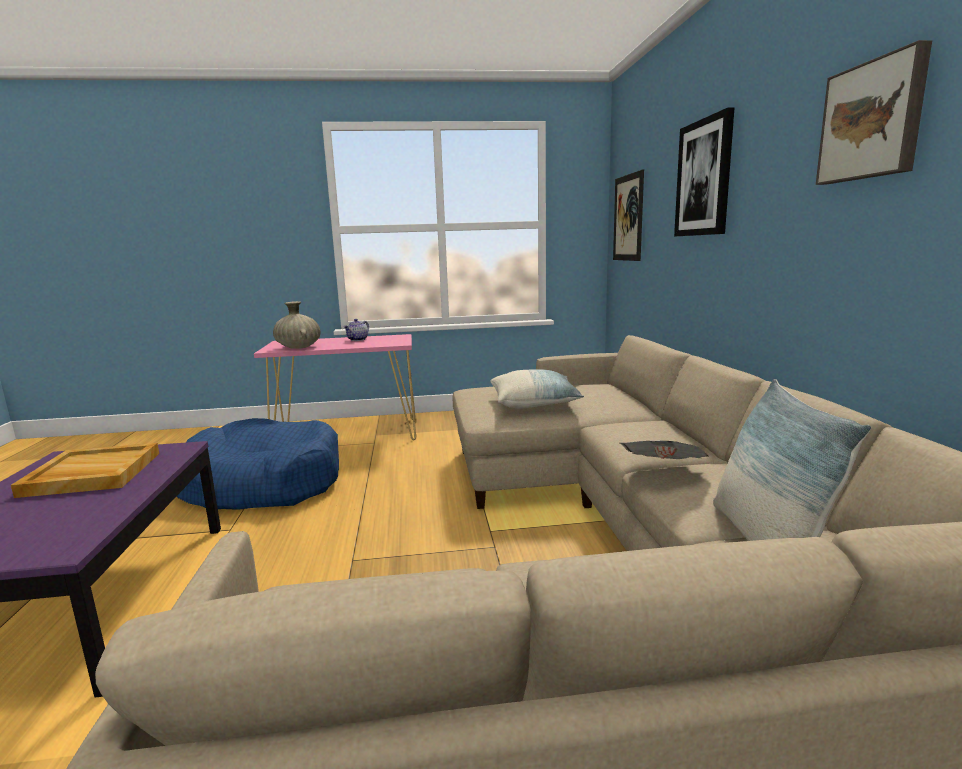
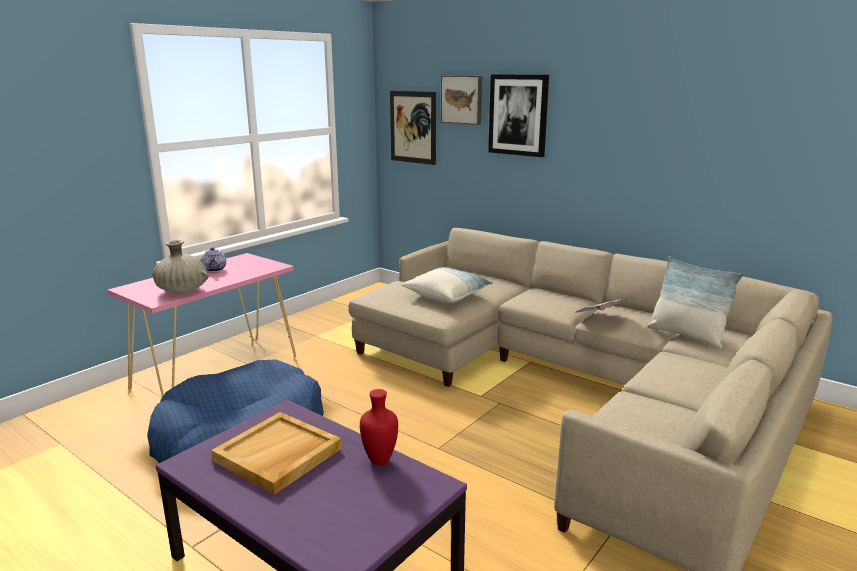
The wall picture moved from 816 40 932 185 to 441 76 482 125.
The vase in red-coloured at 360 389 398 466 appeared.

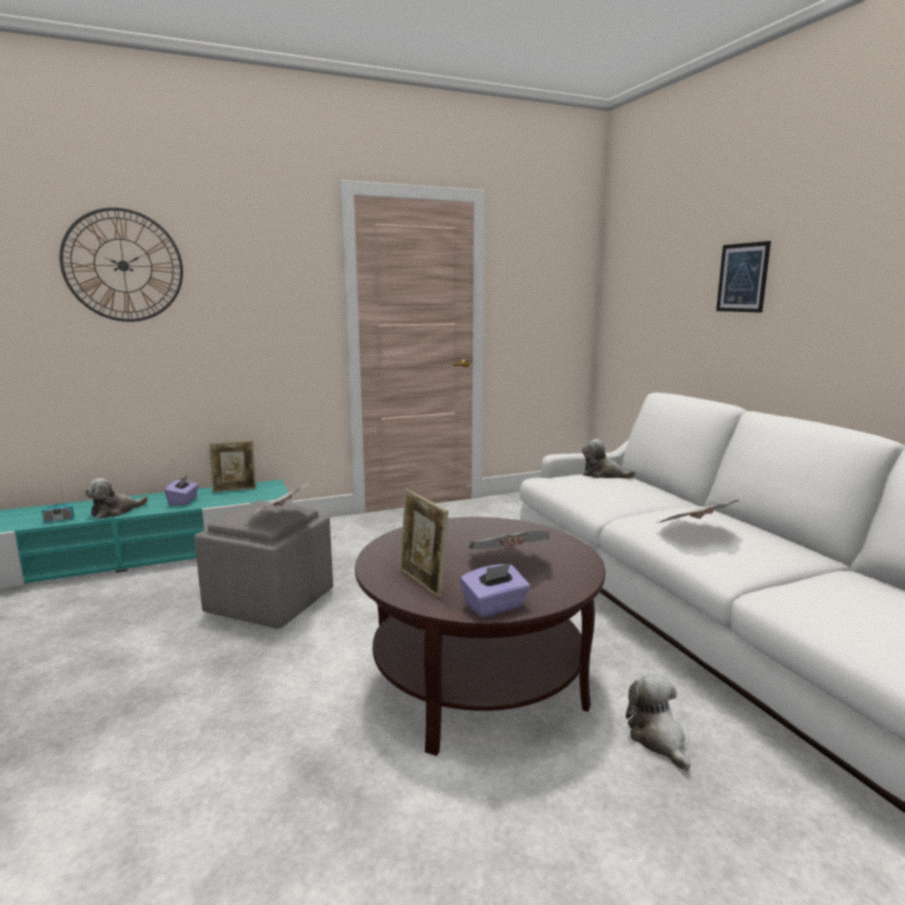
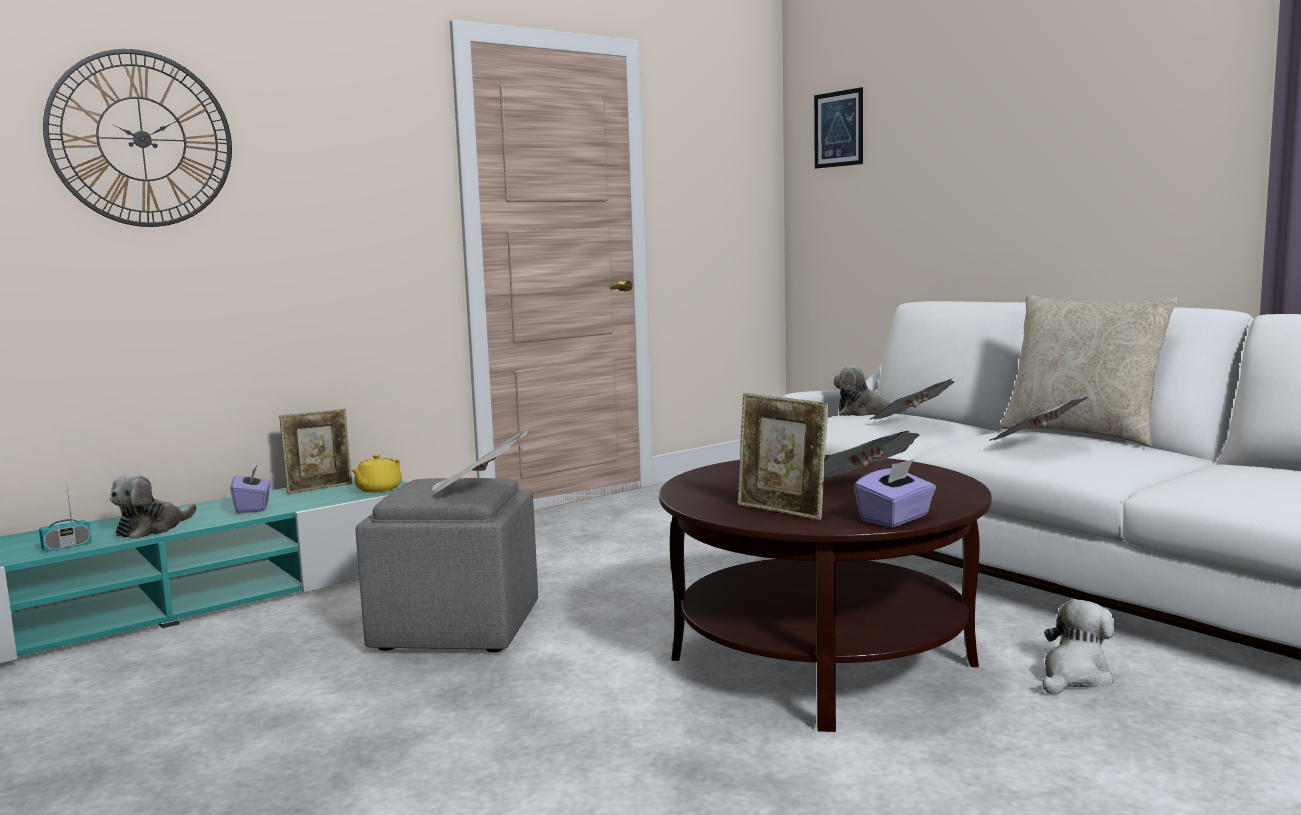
The soft toy at 626 675 690 771 turned 75 degrees clockwise.
The wall picture moved from 716 241 771 313 to 814 87 863 169.
The pot for tea in yellow at 351 454 402 493 appeared.
The newspaper at 870 379 955 420 appeared.
The cushion in sand-coloured at 1000 295 1178 446 appeared.

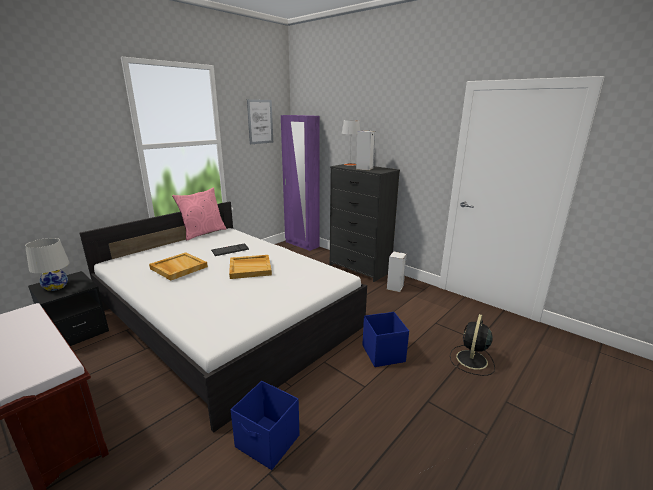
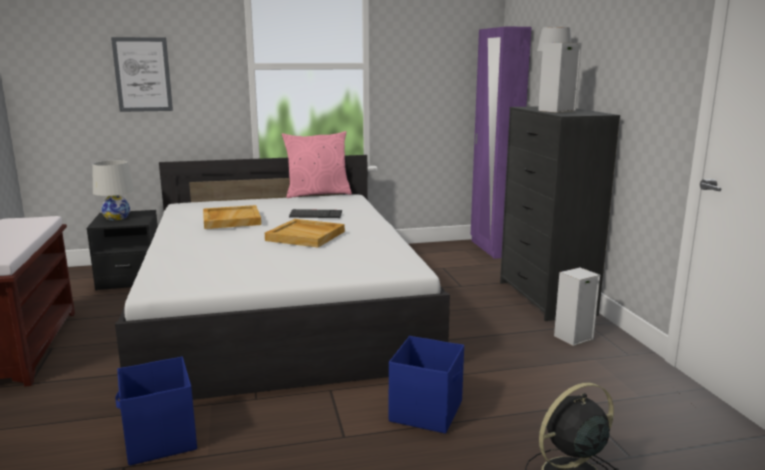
The wall picture moved from 247 99 273 144 to 111 37 173 112.

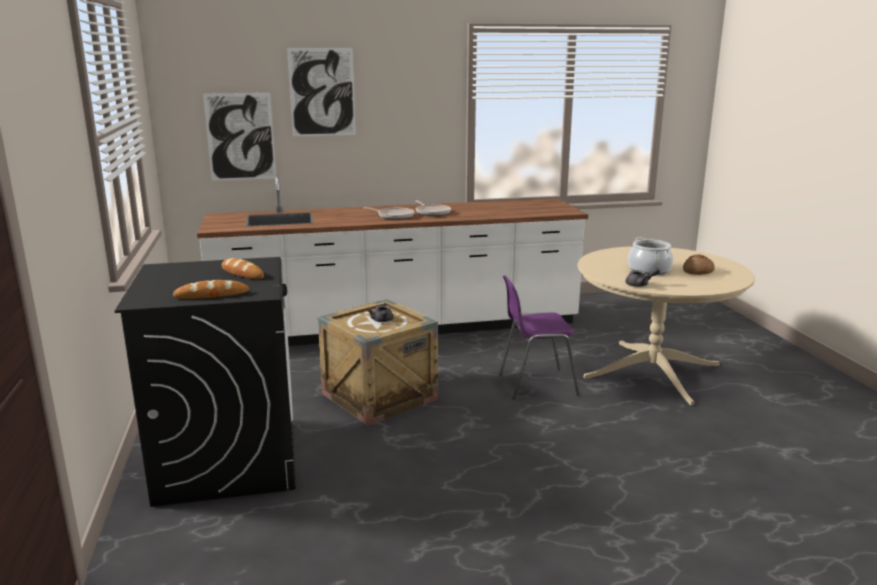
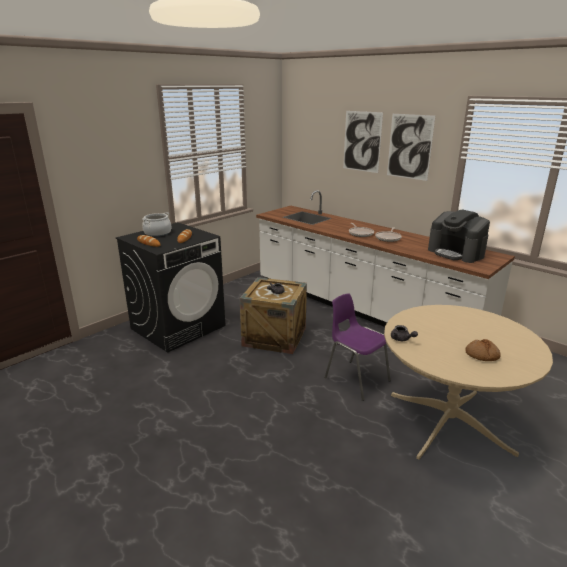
The wall picture moved from 203 93 276 181 to 387 114 435 181.
The stockpot moved from 628 237 673 275 to 142 212 171 237.
The coffee brewer at 428 210 490 263 appeared.

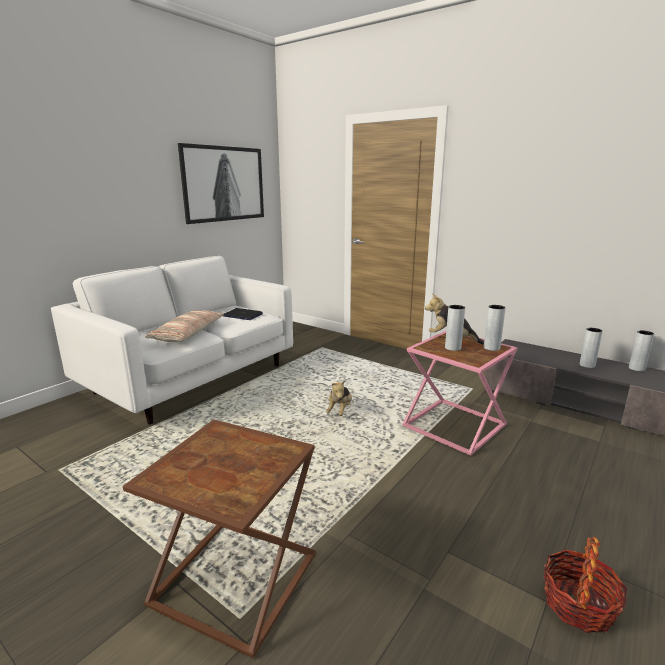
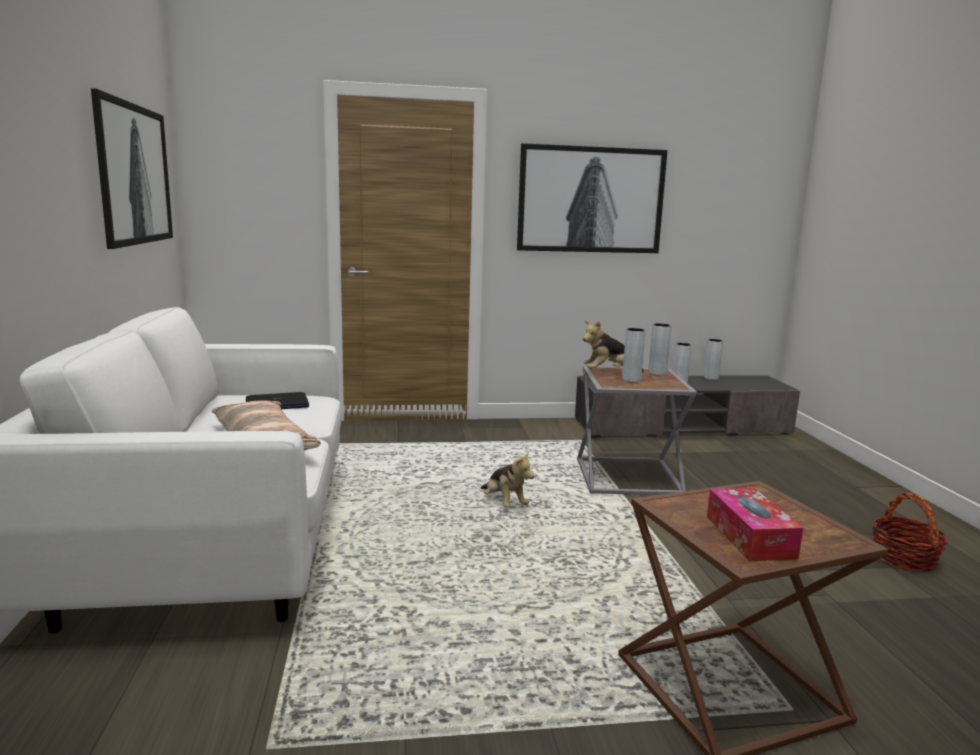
The end table in pinkish at 402 331 518 456 became the end table in greyish at 577 366 697 495.
The wall picture at 517 143 668 253 appeared.
The box of tissues at 707 488 803 561 appeared.

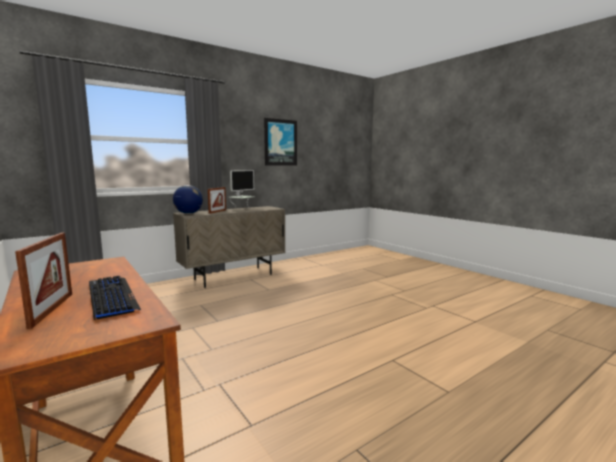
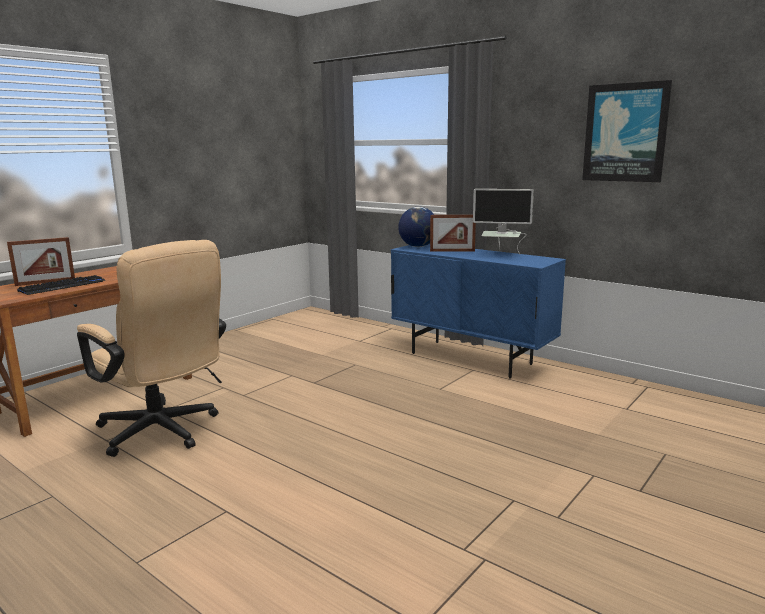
The cupboard in sand-coloured at 173 206 285 288 became the cupboard in blue-coloured at 391 244 566 379.
The computer chair in sand-coloured at 77 240 226 457 appeared.

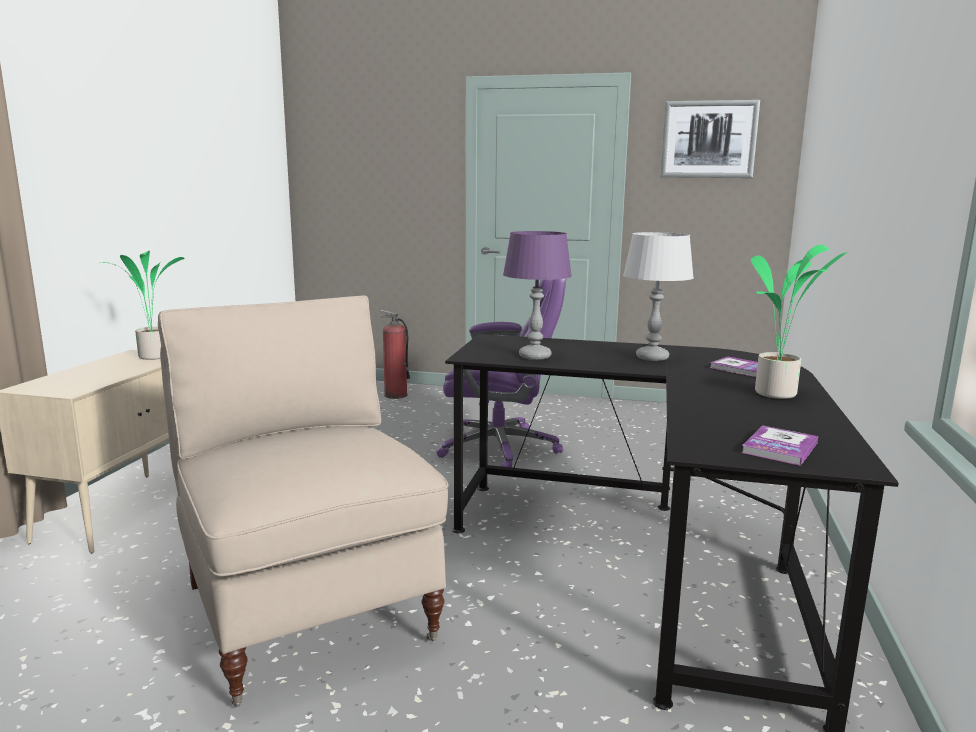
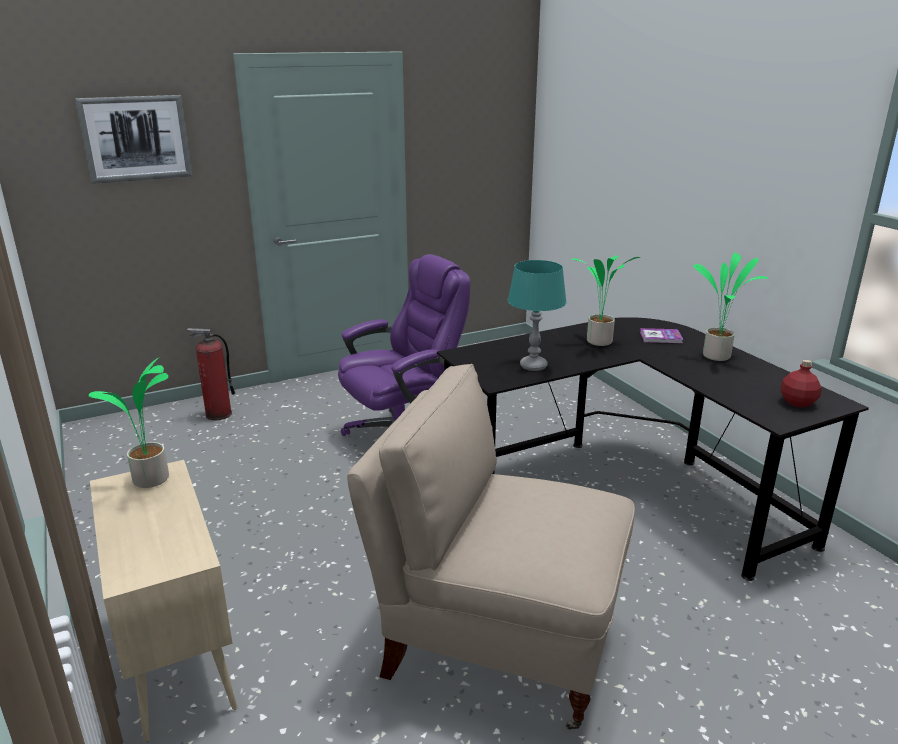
The table lamp in purple-coloured at 503 231 572 360 became the table lamp in turquoise at 508 260 567 371.
The table lamp in greyish at 623 232 694 361 was replaced by the potted plant at 571 255 640 346.
The wall picture moved from 661 100 760 178 to 75 95 192 184.
The bound book at 741 426 818 466 was replaced by the drink bottle in red-coloured at 781 359 822 407.

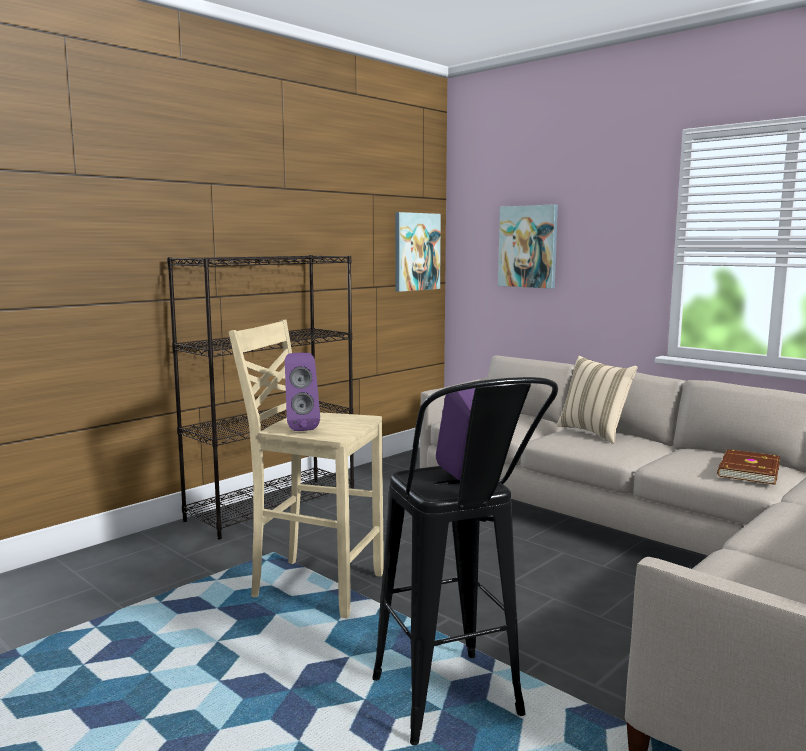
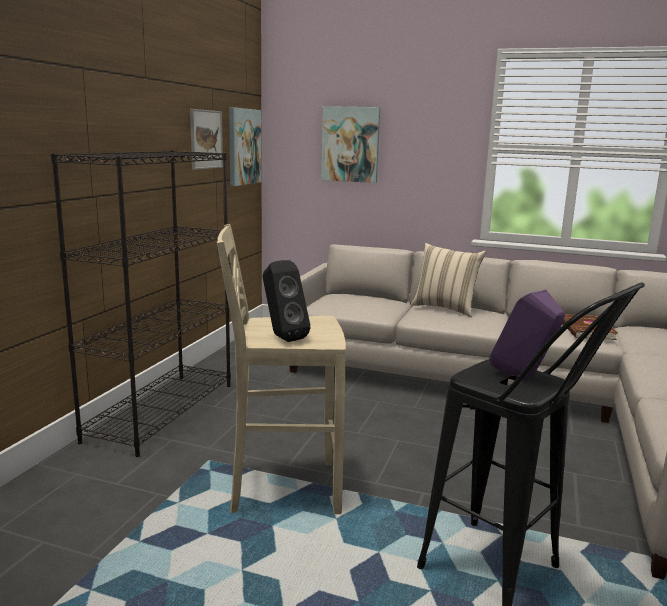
The loudspeaker in purple-coloured at 285 353 320 431 became the loudspeaker in blackish at 262 260 311 342.
The wall picture at 190 109 223 170 appeared.

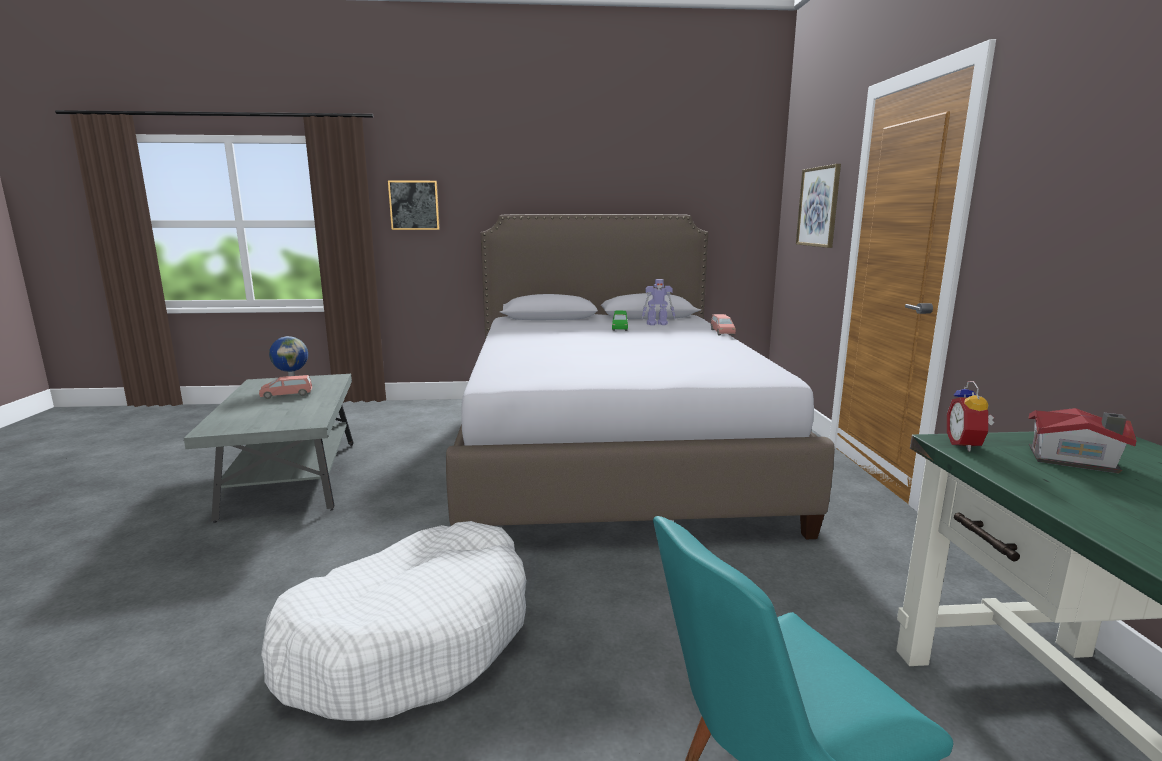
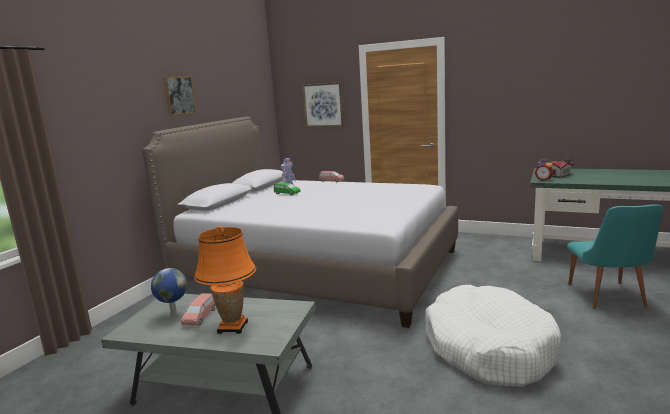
The wall picture moved from 388 180 440 230 to 163 76 197 116.
The table lamp in orangey at 194 226 256 334 appeared.

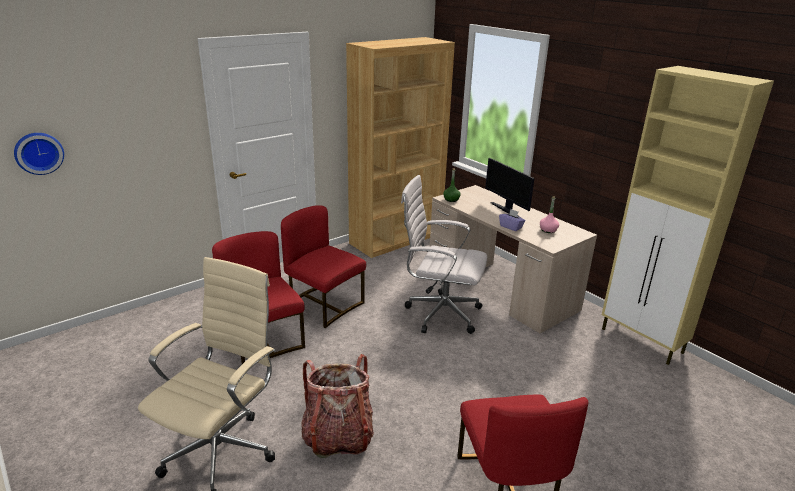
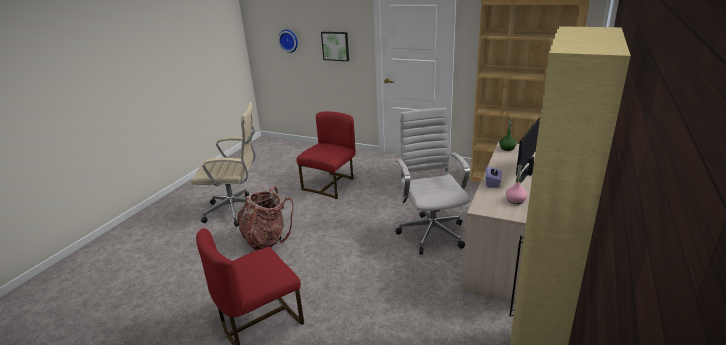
The chair in red-coloured at 281 205 366 328 disappeared.
The wall picture at 321 32 349 61 appeared.

